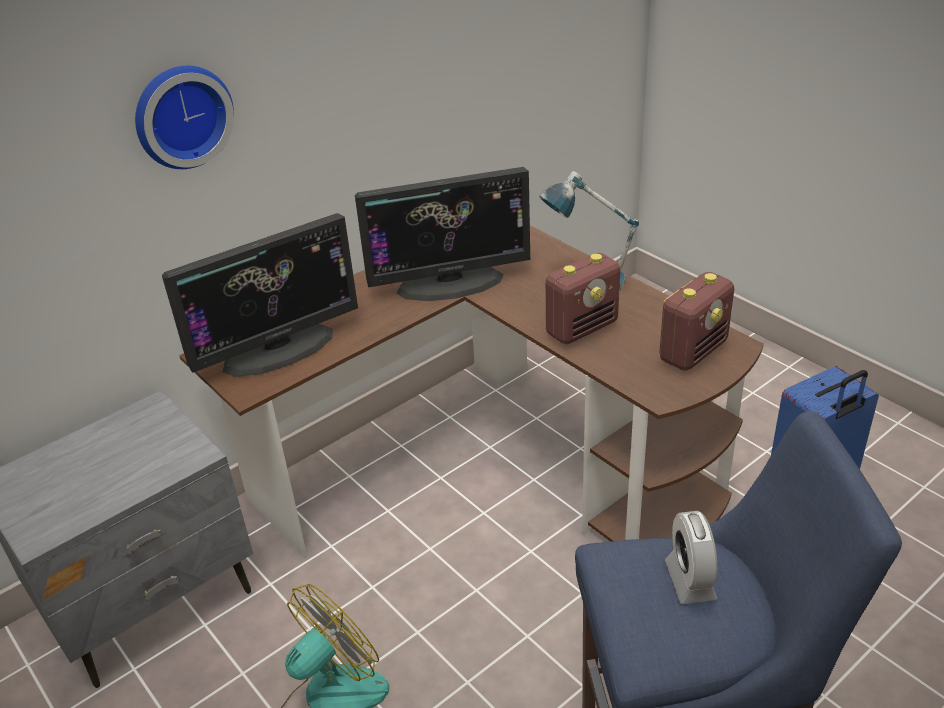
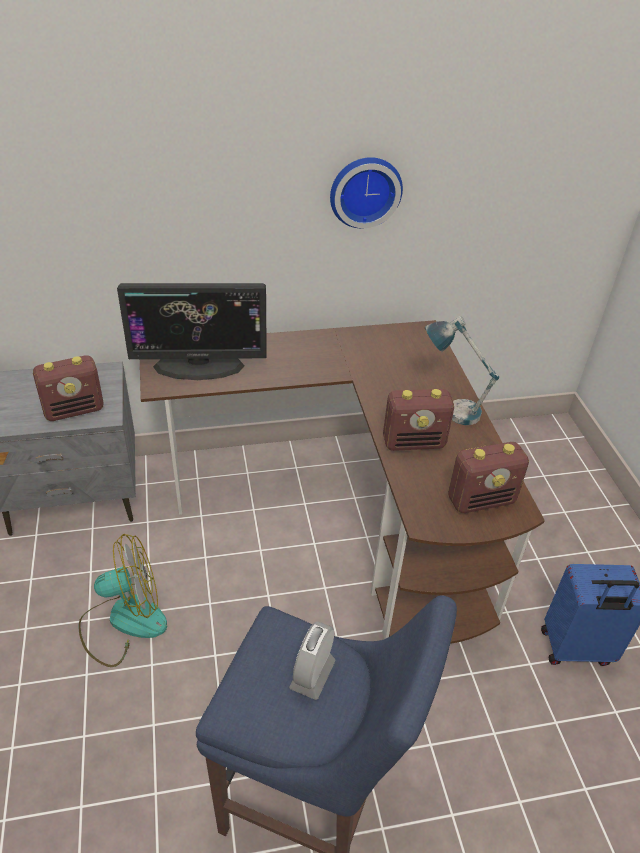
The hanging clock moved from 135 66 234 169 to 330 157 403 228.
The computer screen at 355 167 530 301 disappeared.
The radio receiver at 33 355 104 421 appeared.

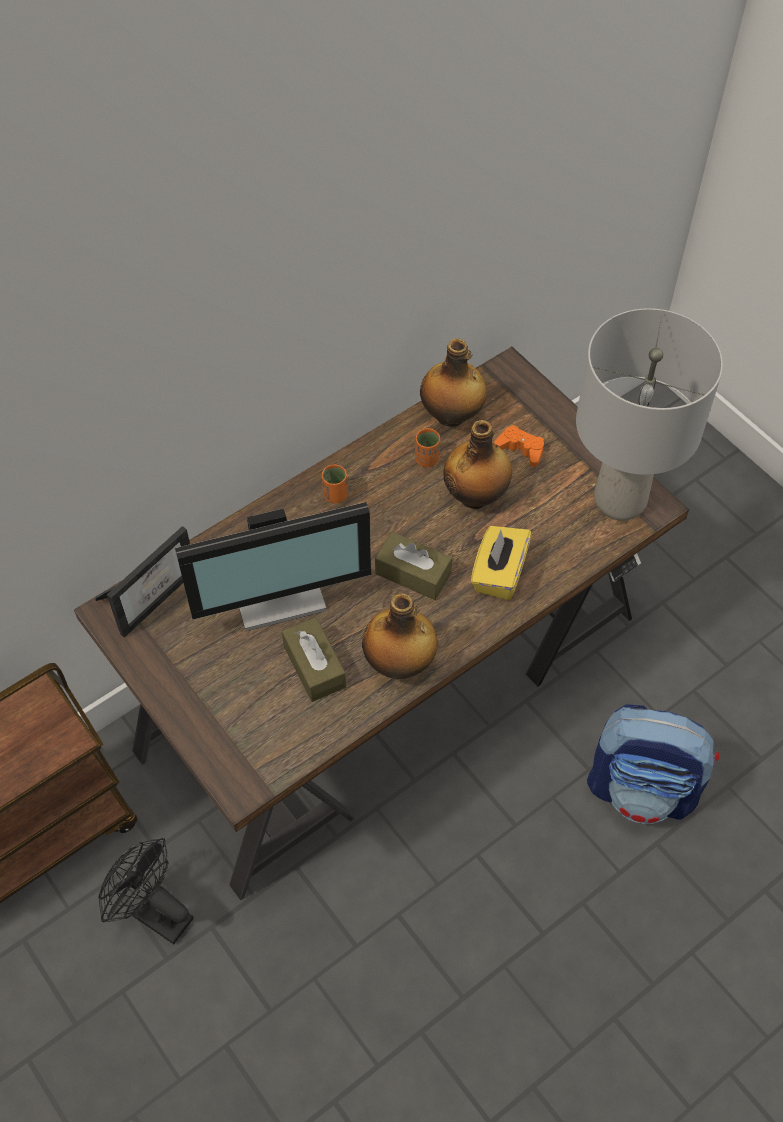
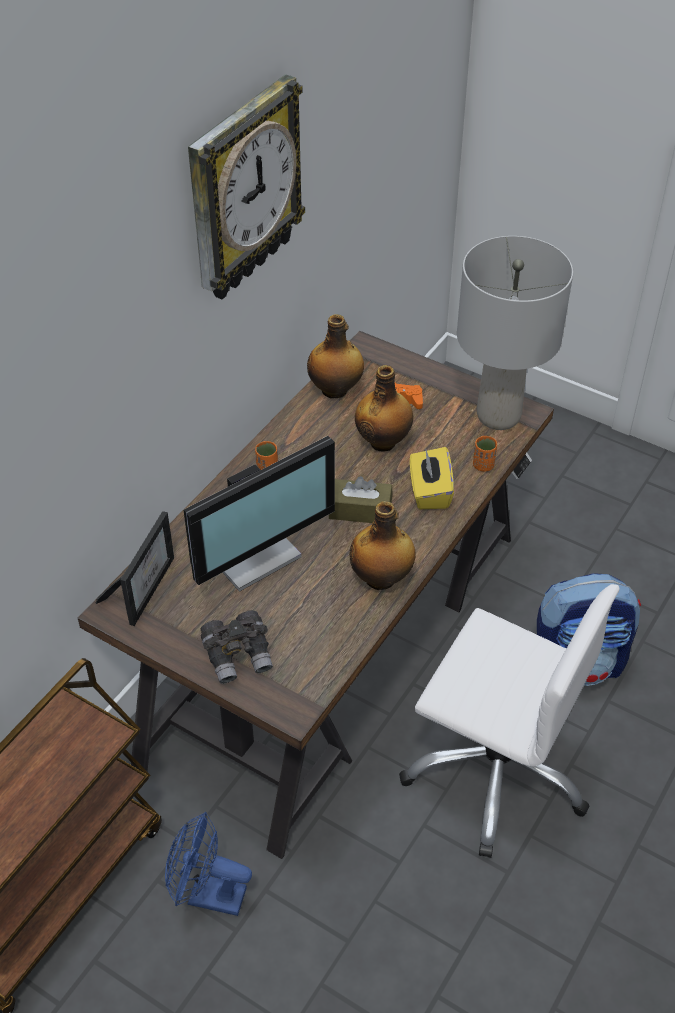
The electric fan in blackish at 99 838 194 944 became the electric fan in blue-coloured at 165 812 252 916.
The box of tissues in brown at 282 617 346 702 disappeared.
The small cup in orangey moved from 415 428 440 467 to 473 436 497 472.
The hanging clock at 188 75 305 300 appeared.
The binoculars in greyish at 201 610 273 684 appeared.
The computer chair in whitish at 399 584 620 858 appeared.

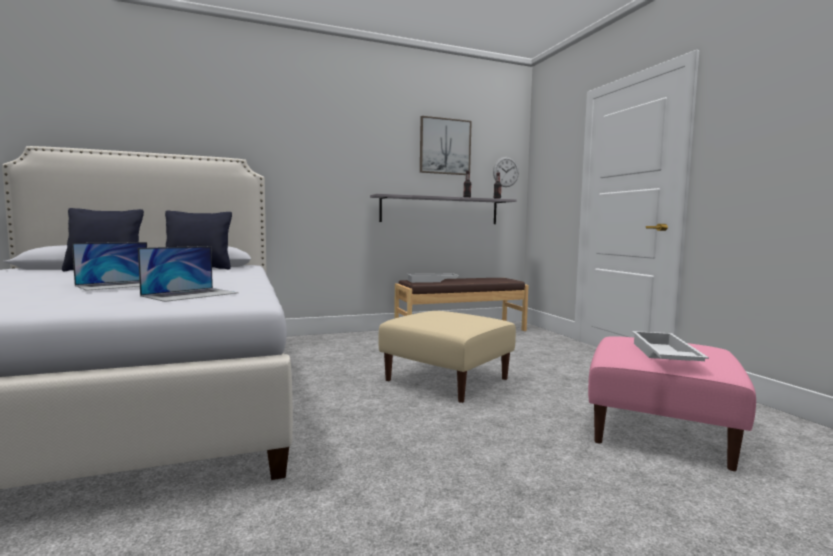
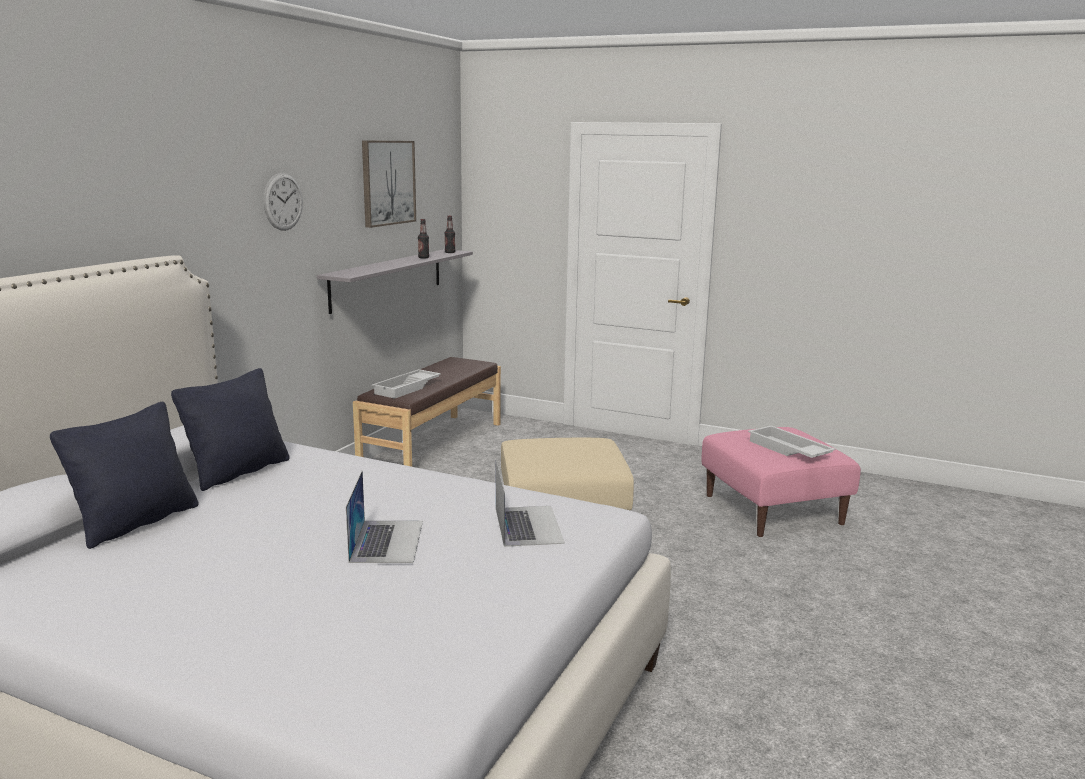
The hanging clock moved from 493 157 519 187 to 263 173 303 231.

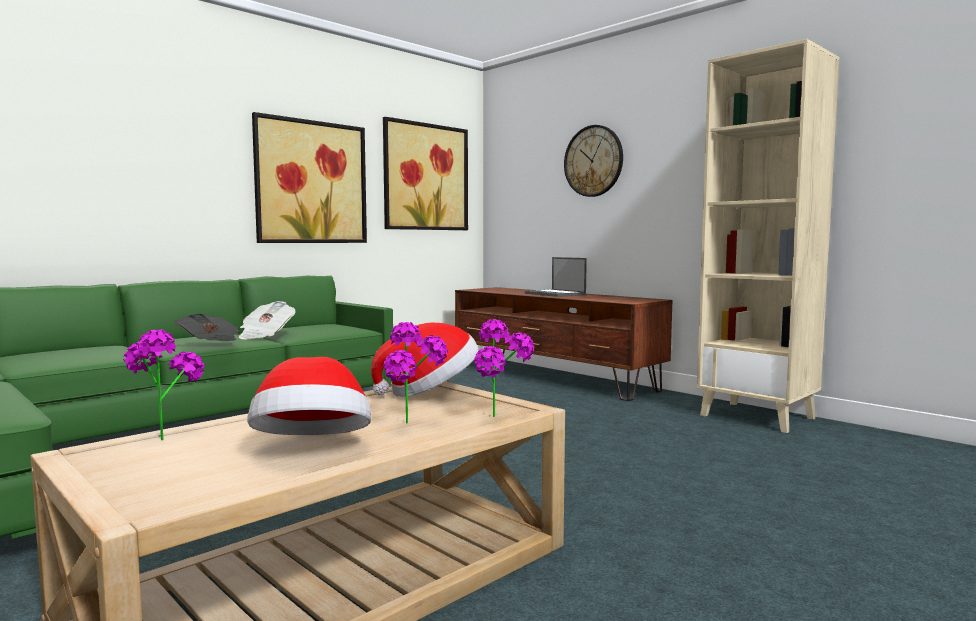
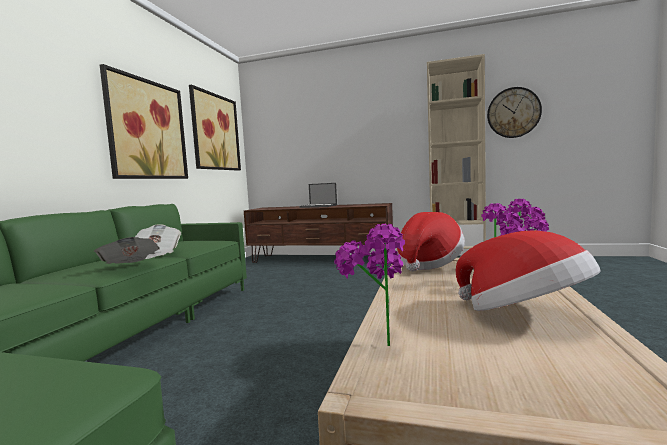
The hanging clock moved from 564 125 623 197 to 487 87 542 138.

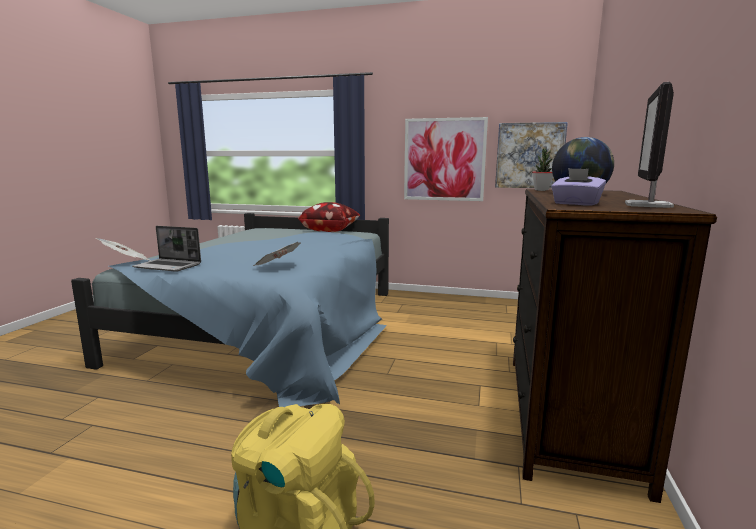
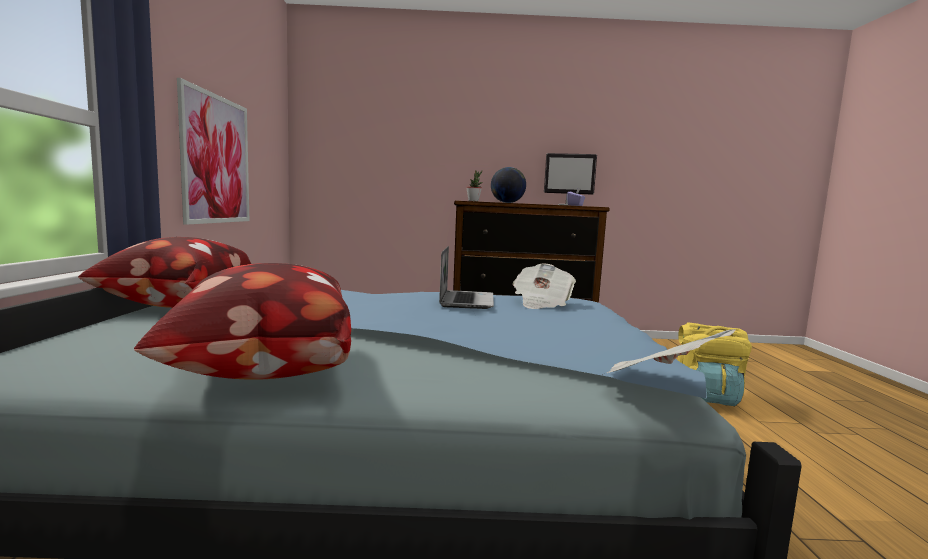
The notebook computer moved from 132 226 201 272 to 439 246 494 309.
The wall picture at 495 122 568 189 disappeared.
The cushion at 134 263 351 380 appeared.

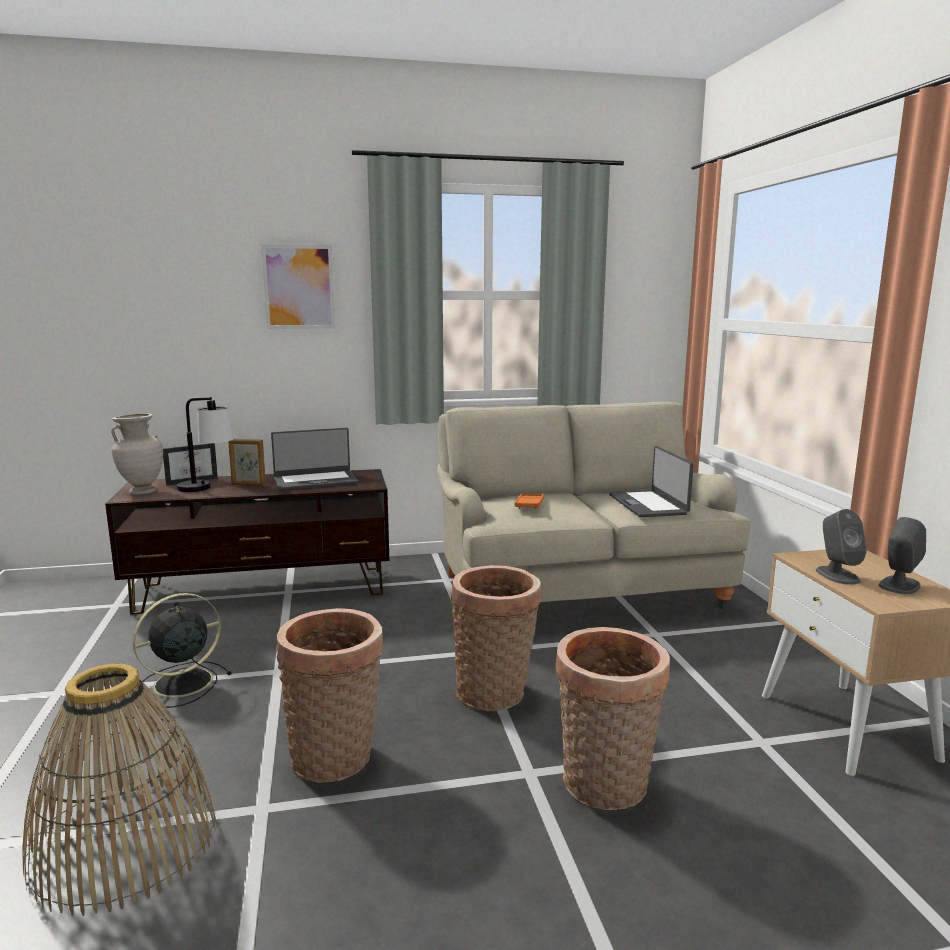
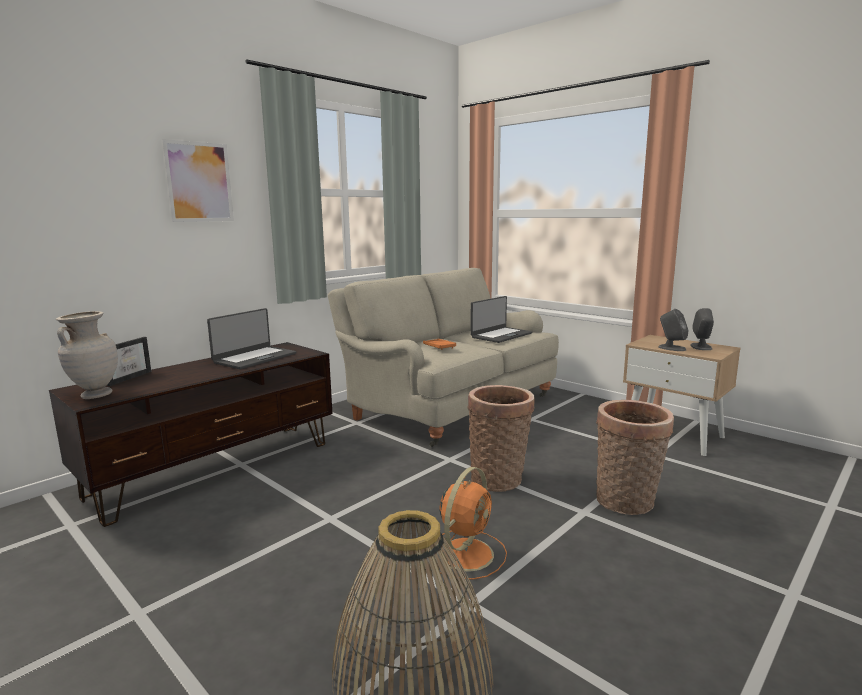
The electric fan in blackish at 133 593 232 708 disappeared.
The table lamp at 177 397 233 492 disappeared.
The photo frame at 228 439 266 486 disappeared.
The household basket at 277 608 384 783 was replaced by the electric fan in orangey at 439 467 507 580.
The notebook computer at 609 446 694 517 turned 90 degrees counterclockwise.

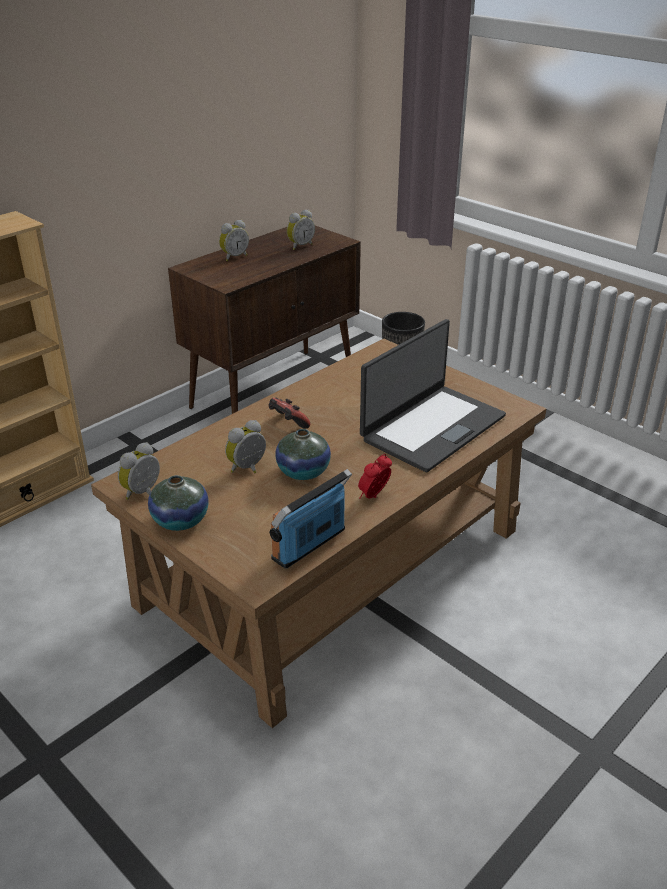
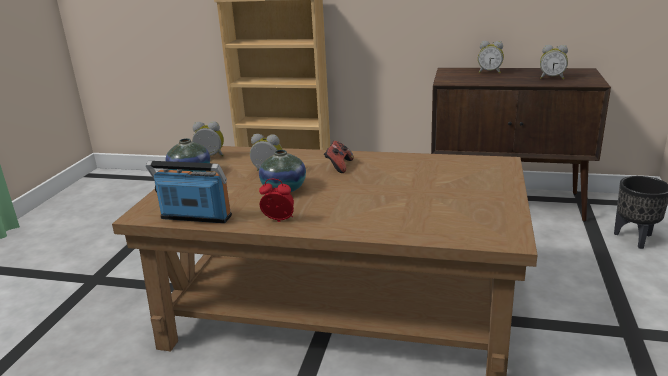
The notebook computer at 360 319 506 472 disappeared.

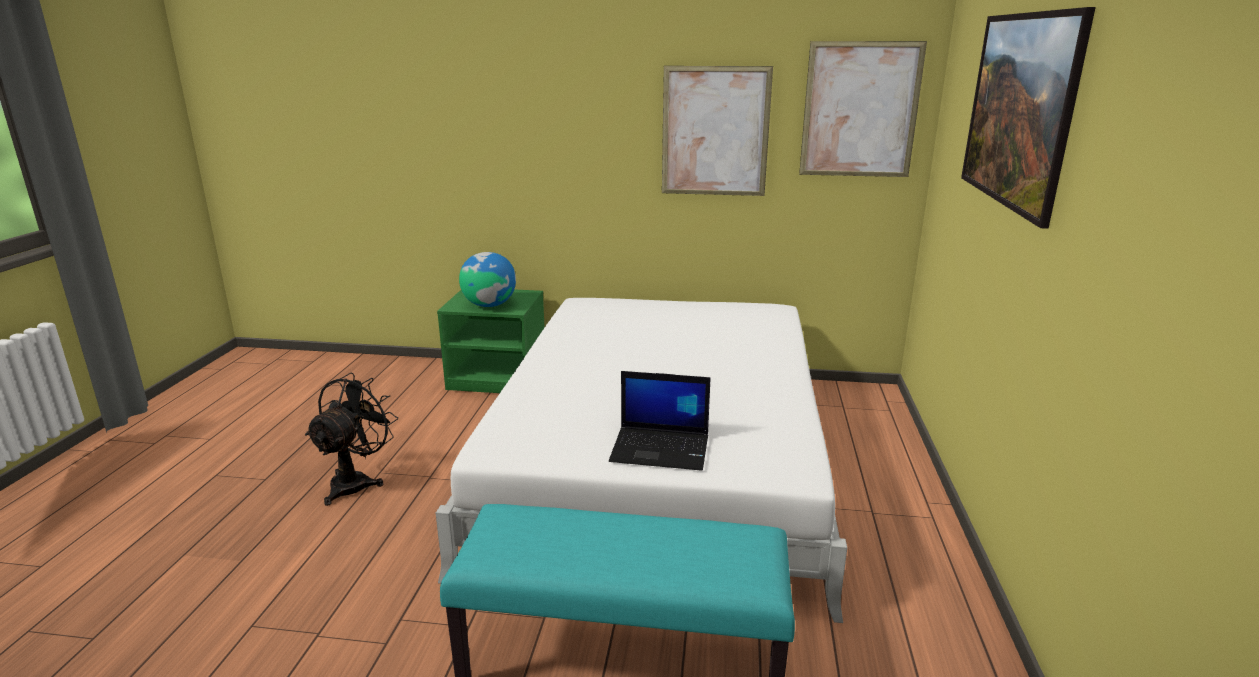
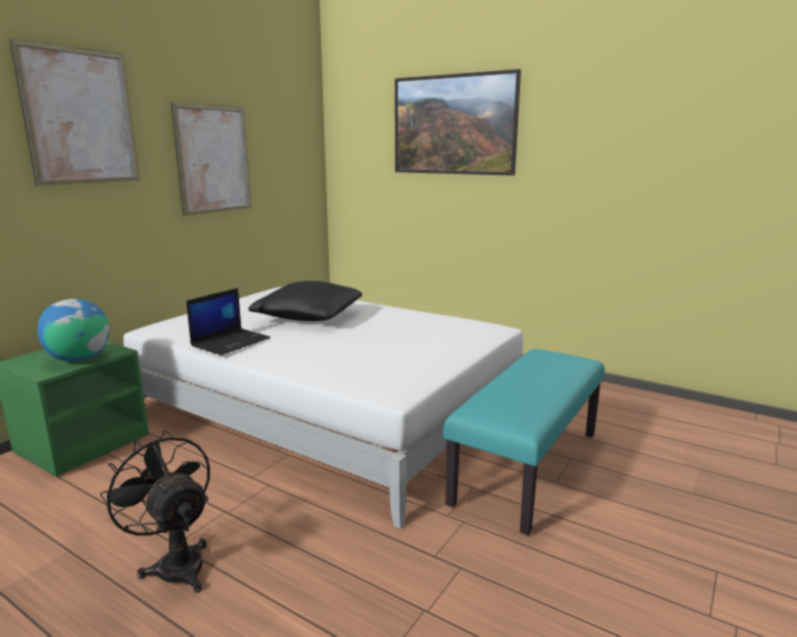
The notebook computer moved from 609 371 711 471 to 186 288 271 355.
The wall picture moved from 799 41 927 177 to 9 38 140 186.
The cushion in blackish at 248 281 362 321 appeared.

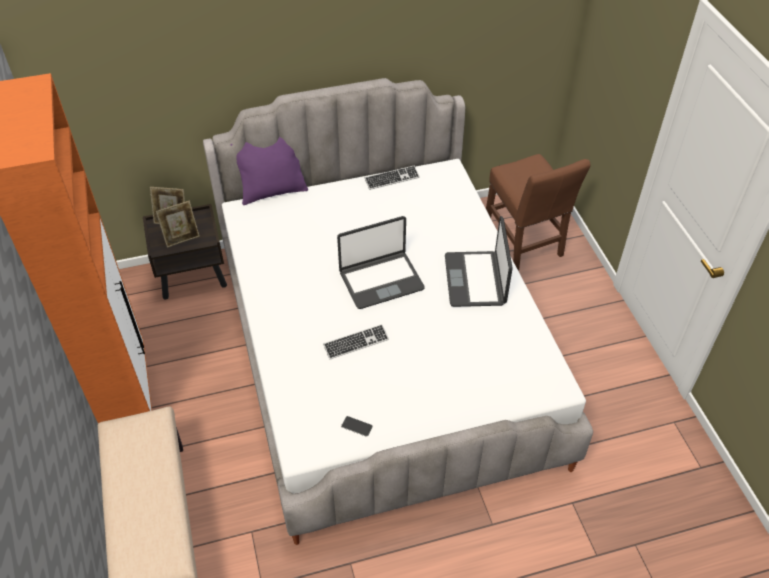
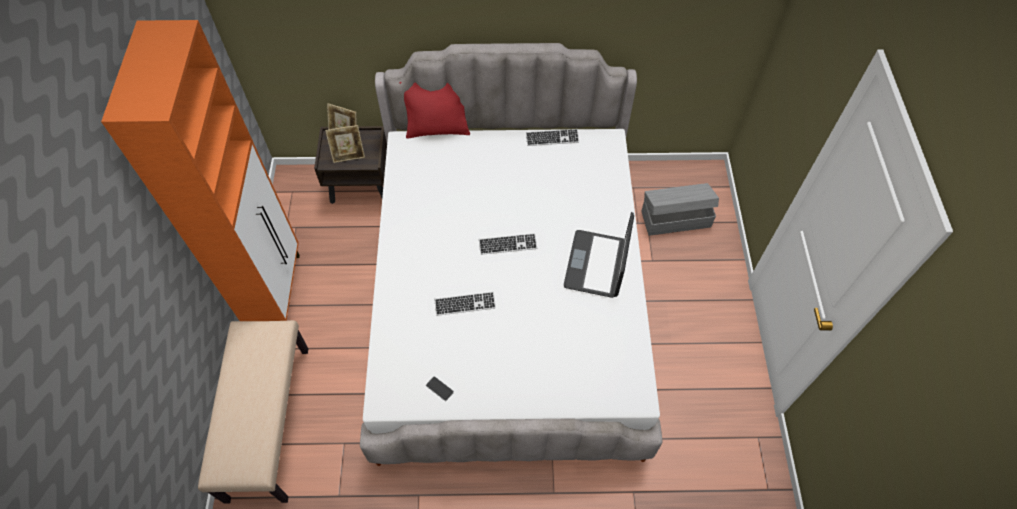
The cushion in purple-coloured at 231 137 308 205 became the cushion in red-coloured at 400 82 470 139.
The notebook computer at 337 216 424 309 was replaced by the PC keyboard at 479 233 537 255.
The chair in brown at 486 154 590 271 was replaced by the storage box in greyish at 641 183 719 236.

